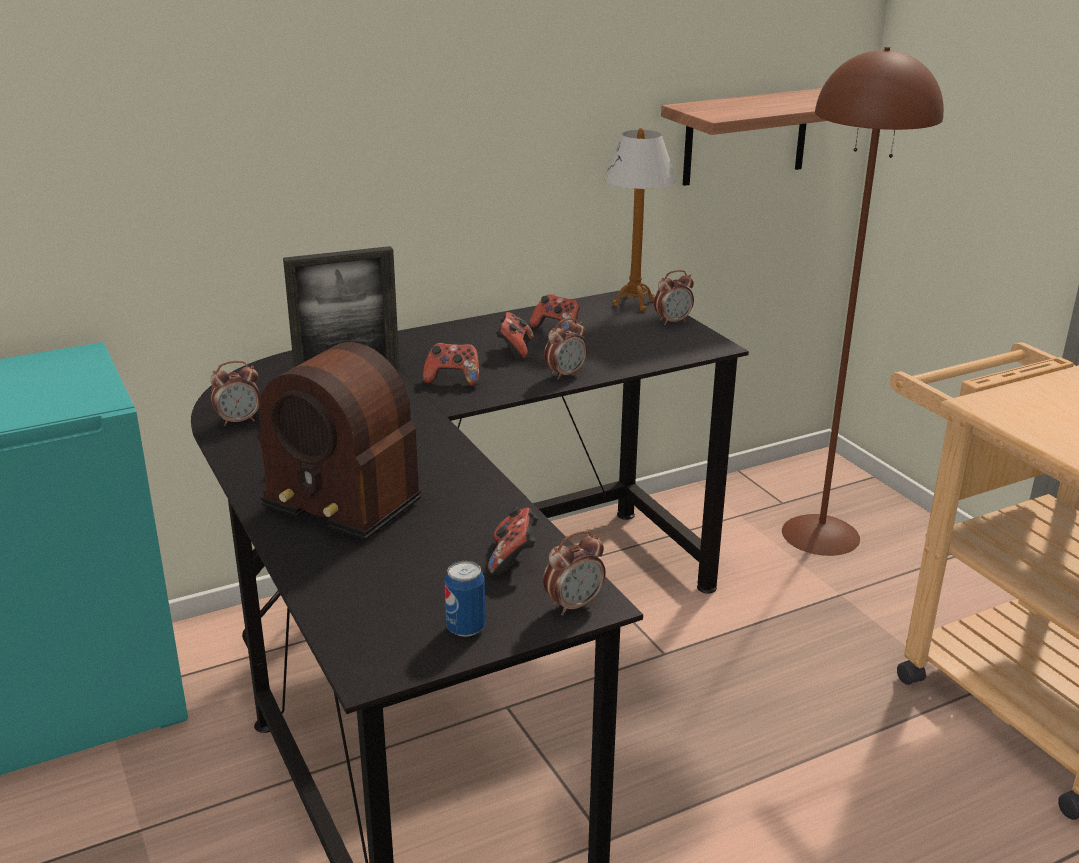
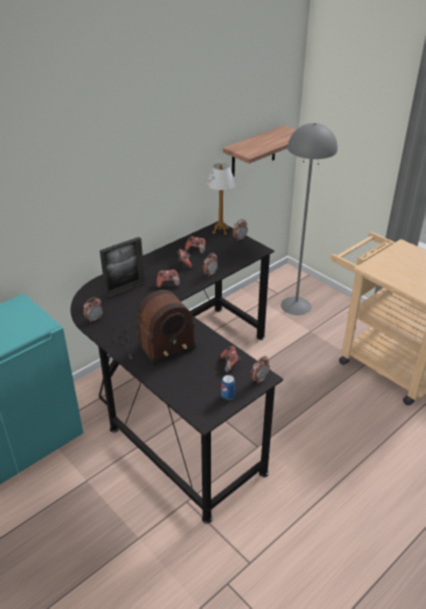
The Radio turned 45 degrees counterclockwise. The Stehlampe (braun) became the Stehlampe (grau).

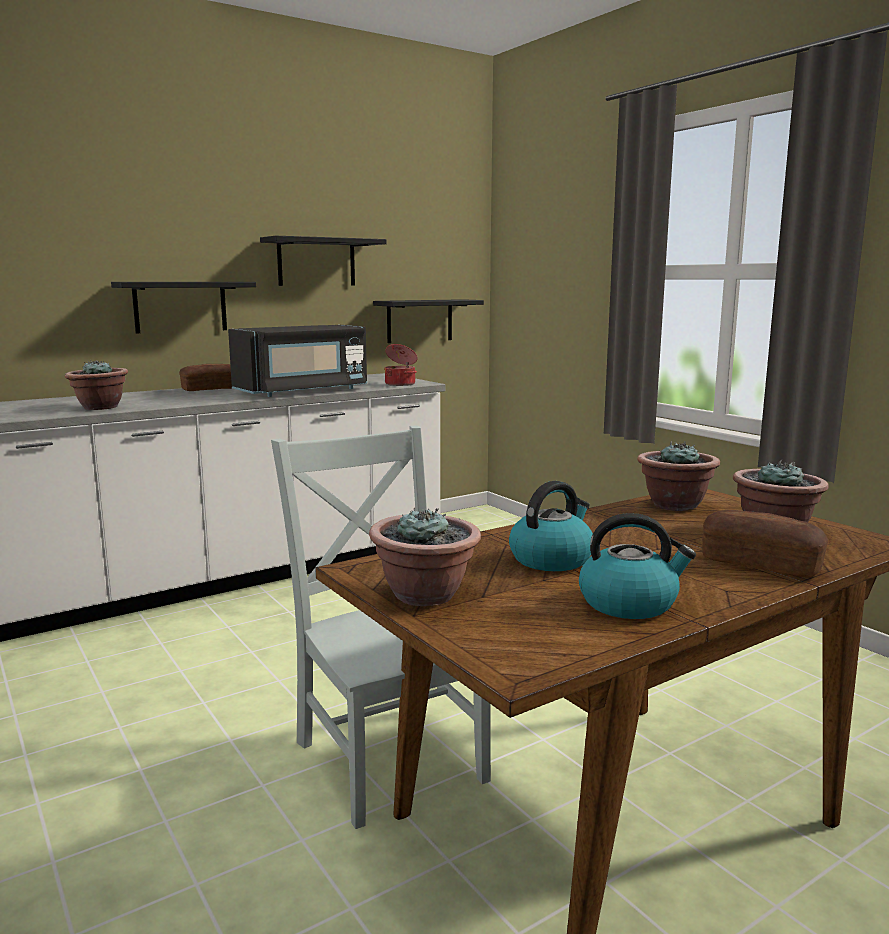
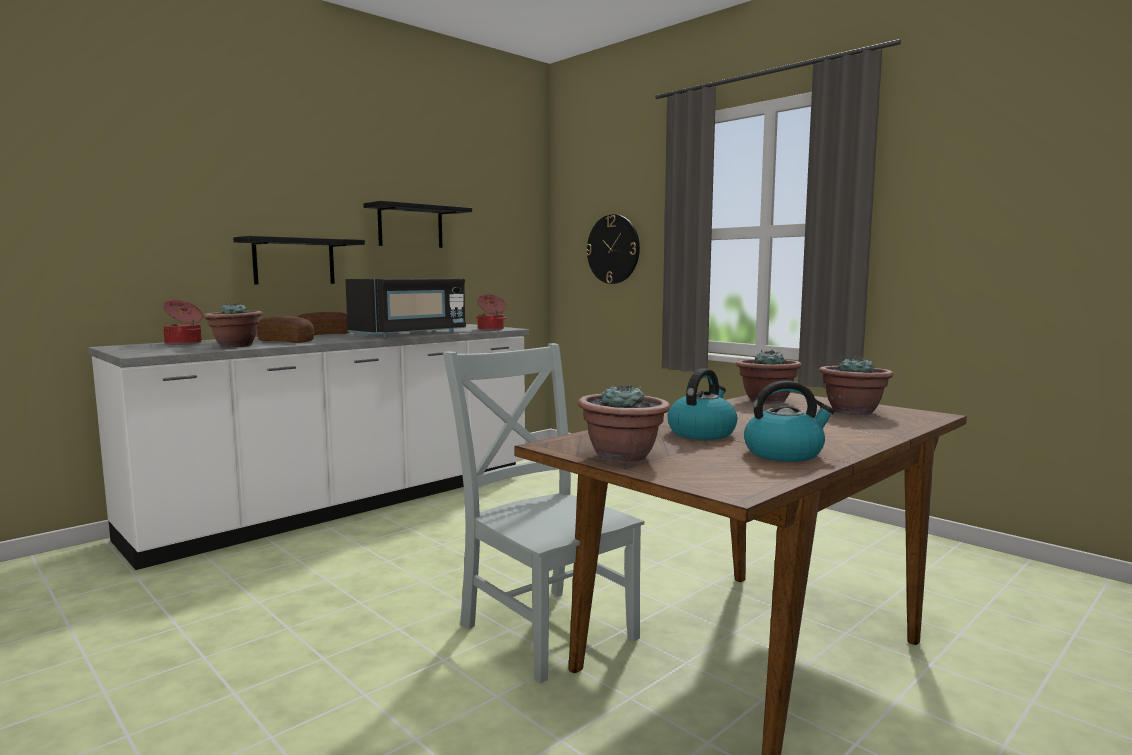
The Wandregal (schwarz) (no. 3 from left) disappeared. The Brot (no. 2 from left in the first image) moved. The Kochtopf (no. 1 from left) appeared. The Wanduhr appeared.

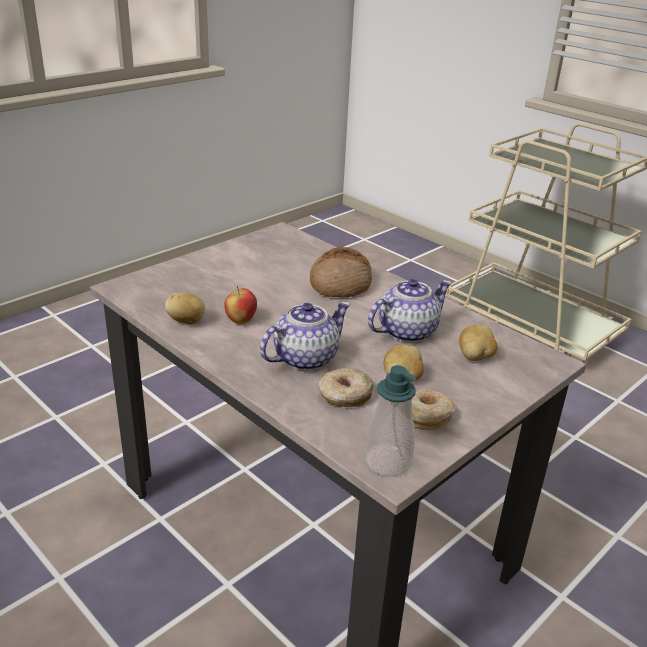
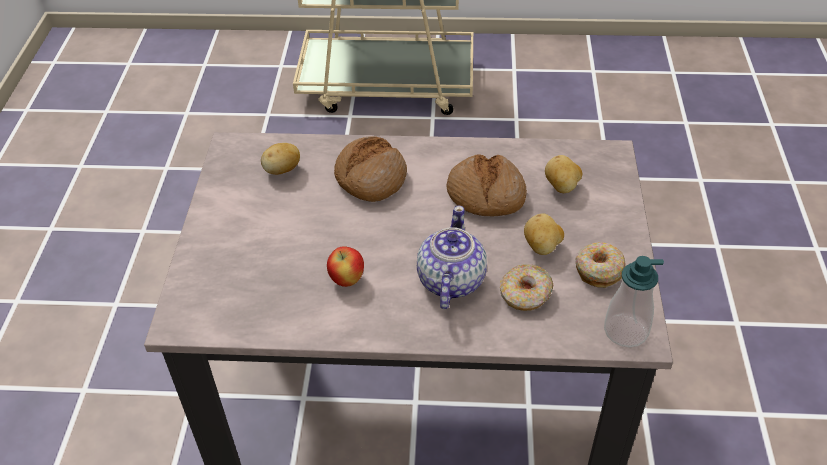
The Kartoffel (no. 1 from left) moved. The Teekanne (no. 2 from left) was replaced by the Brot (no. 2 from left).

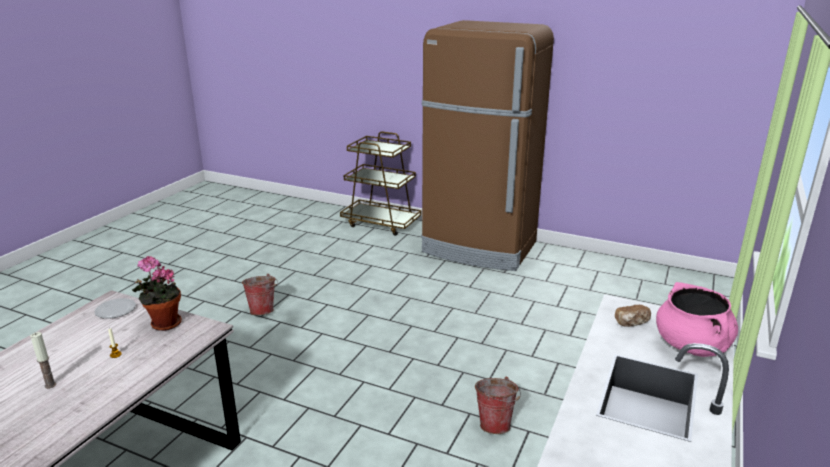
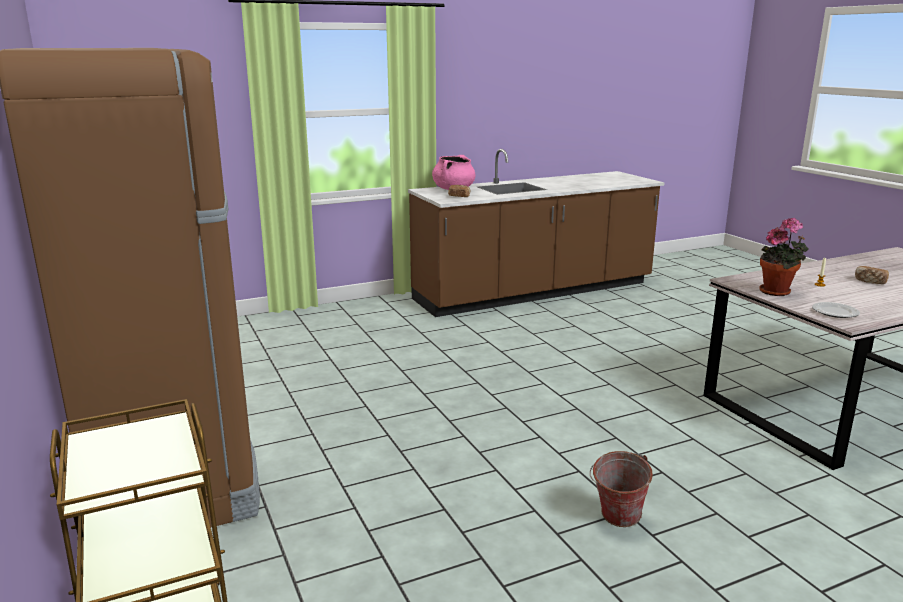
The Kerze (no. 1 from left) was replaced by the Brot (no. 2 from left). The Eimer (no. 2 from left) disappeared.

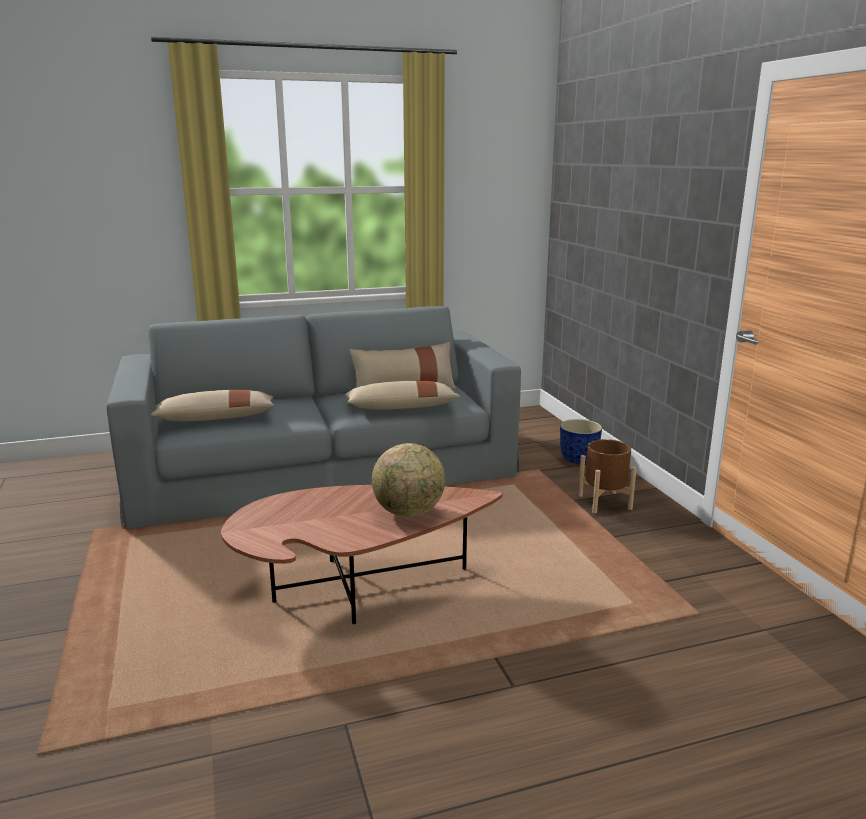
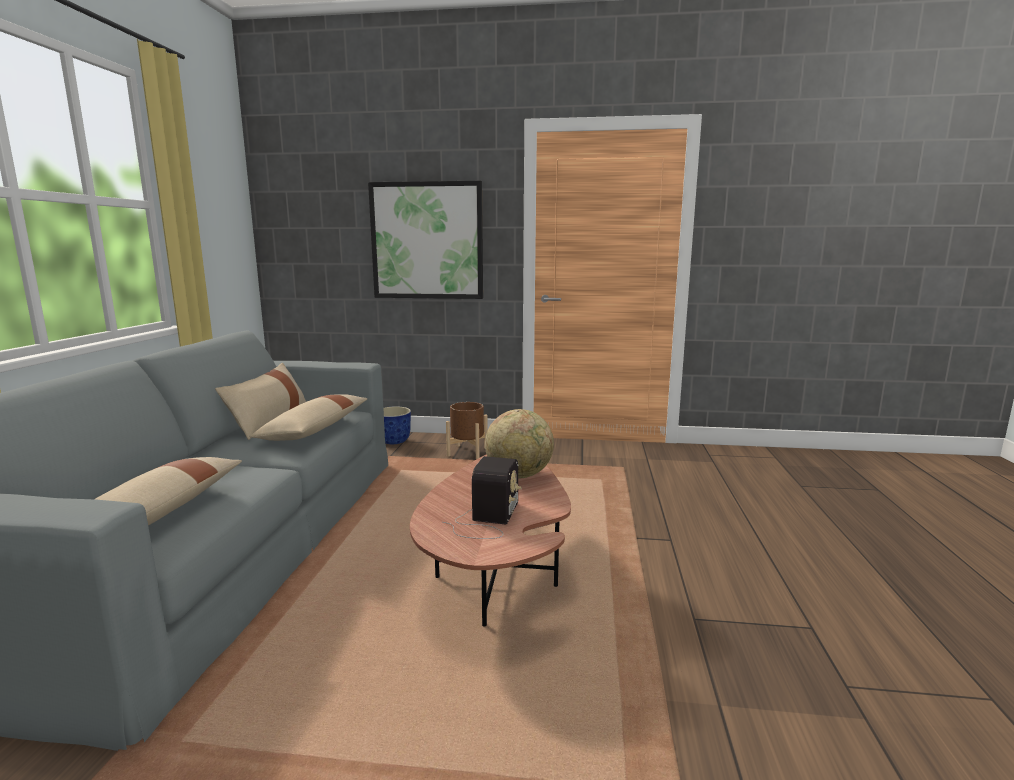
The Bild appeared. The Radio appeared.

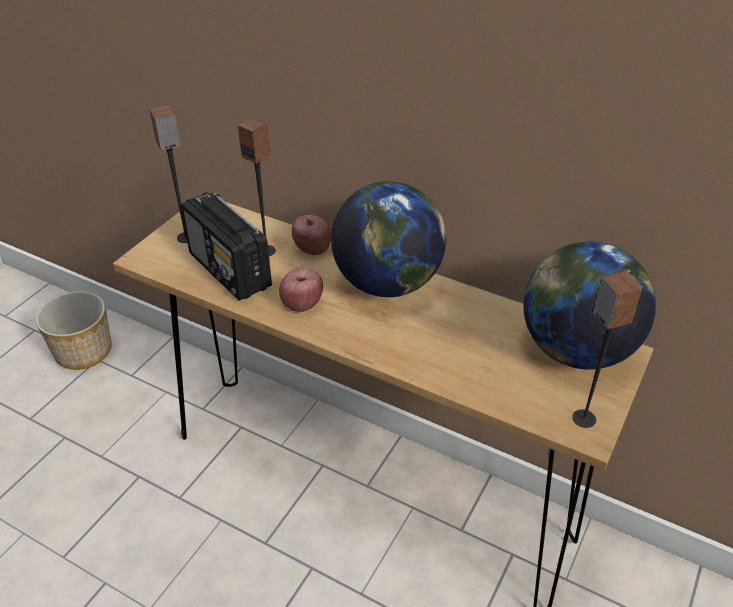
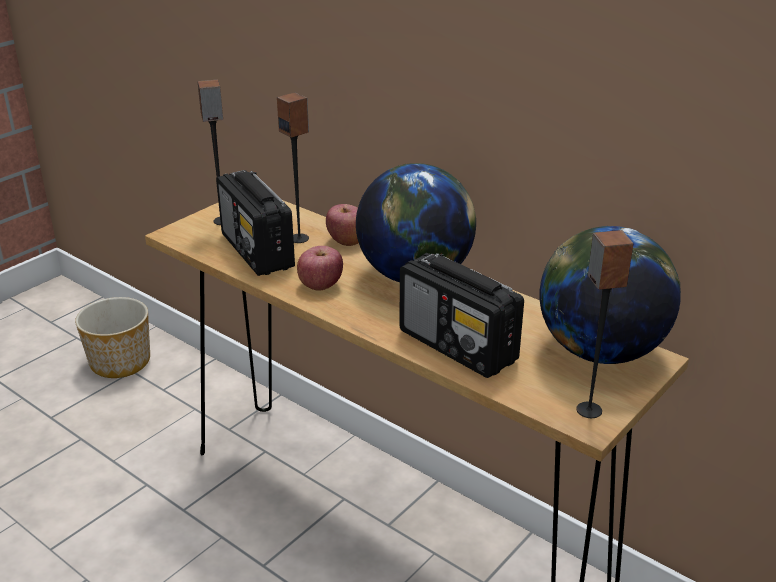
The Radio (no. 2 from left) appeared.

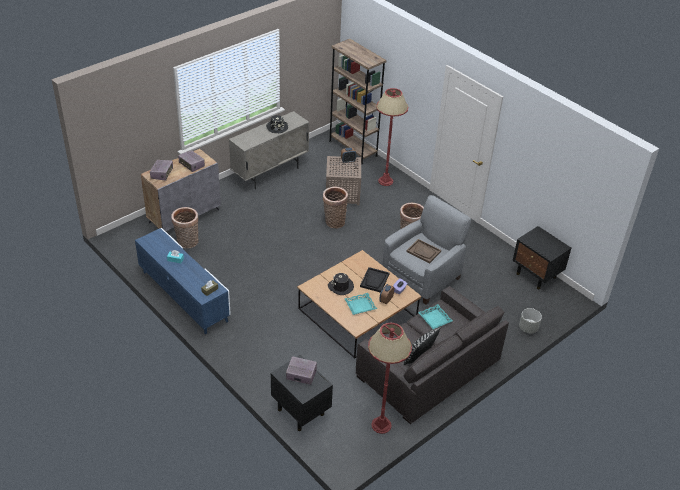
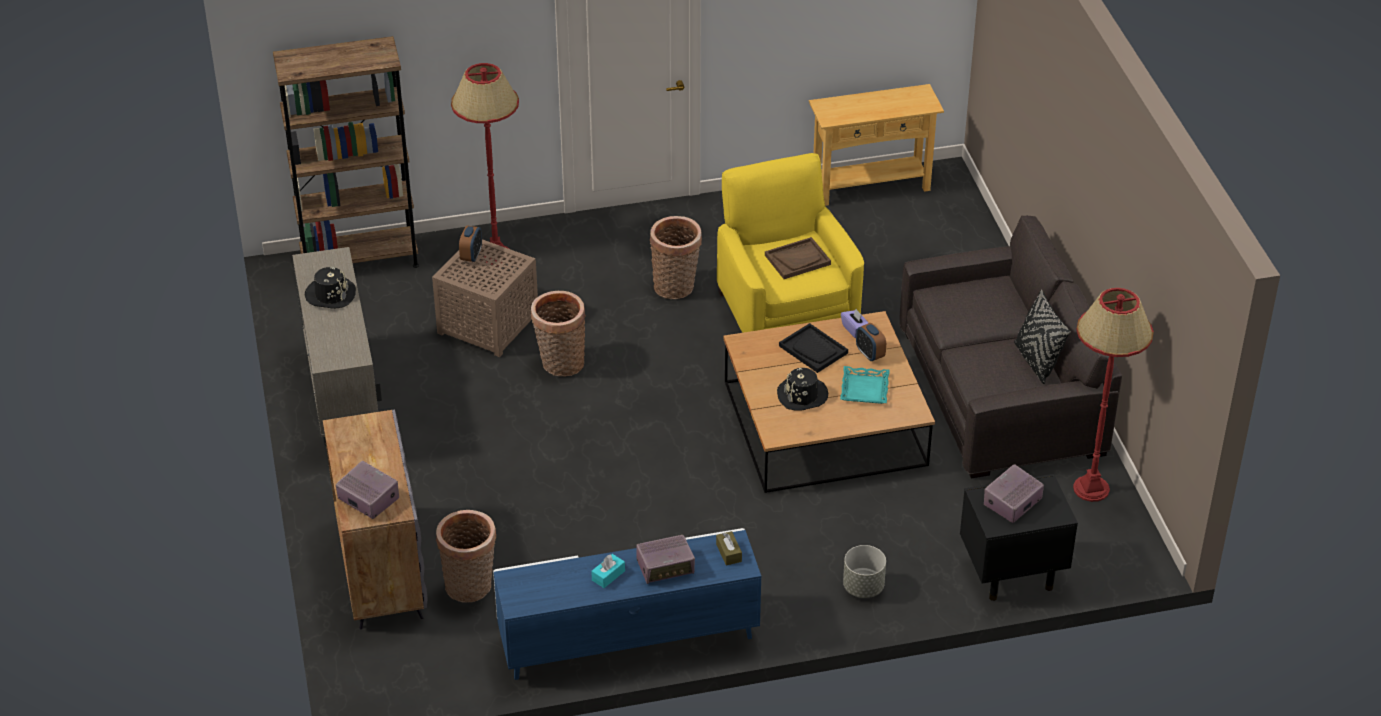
The Radio (no. 2 from left) moved. The Sessel (grau) became the Sessel (gelb). The Tablett (türkis) (no. 2 from left) disappeared. The Nachttisch (schwarz) (no. 2 from left) was replaced by the Konsolentisch (beige). The Pflanzkübel (grau) moved.

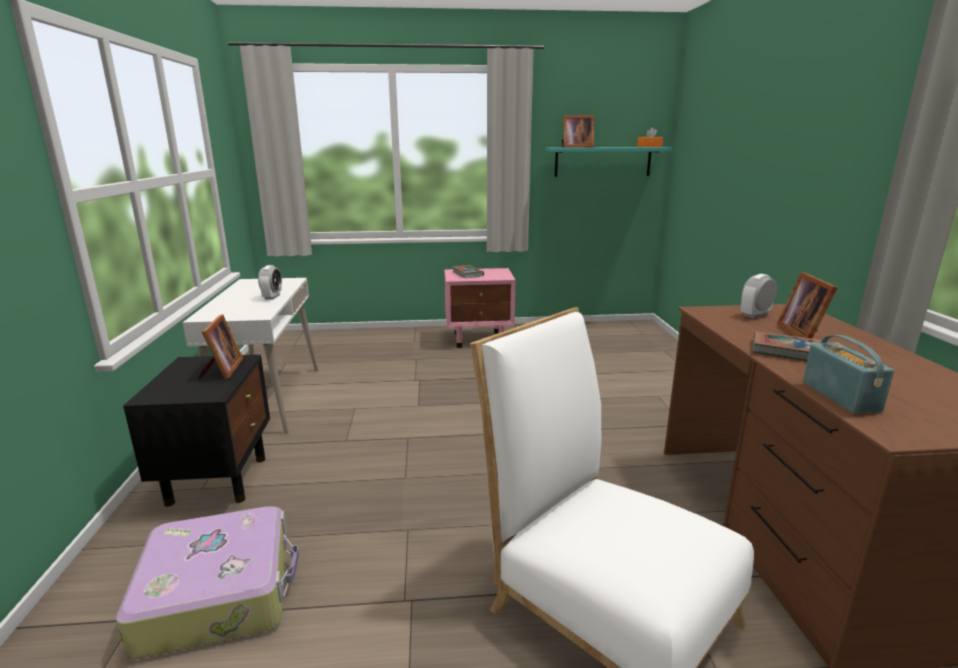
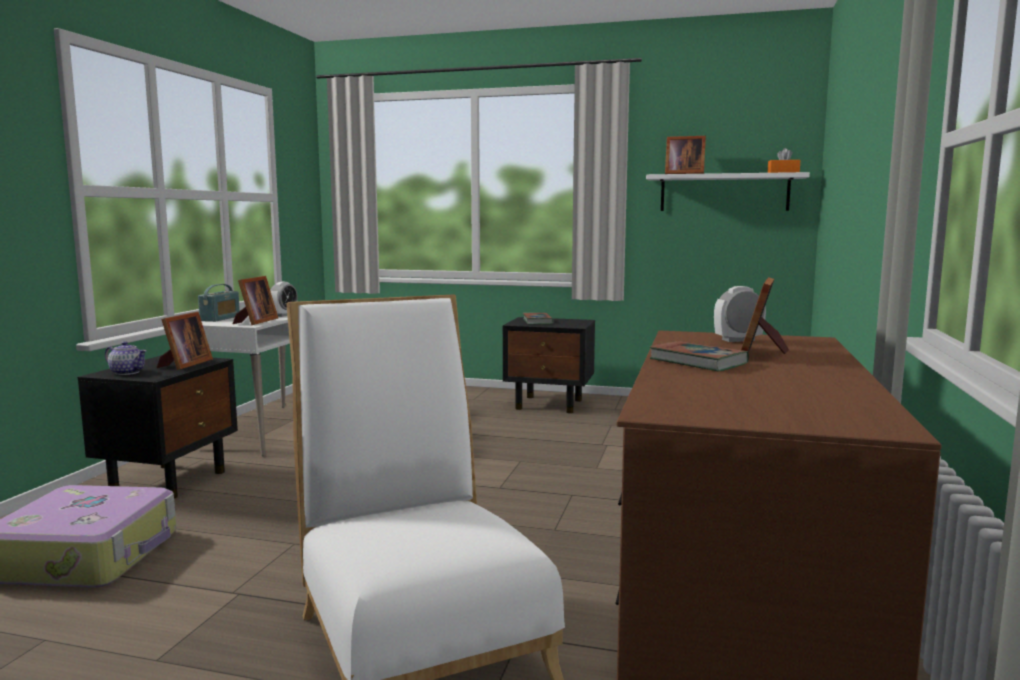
The Nachttisch (rosa) became the Nachttisch (schwarz) (no. 2 from left). The Wandregal (türkis) became the Wandregal (weiß). The Radio moved. The Teekanne appeared. The Bilderrahmen (no. 2 from left) appeared.

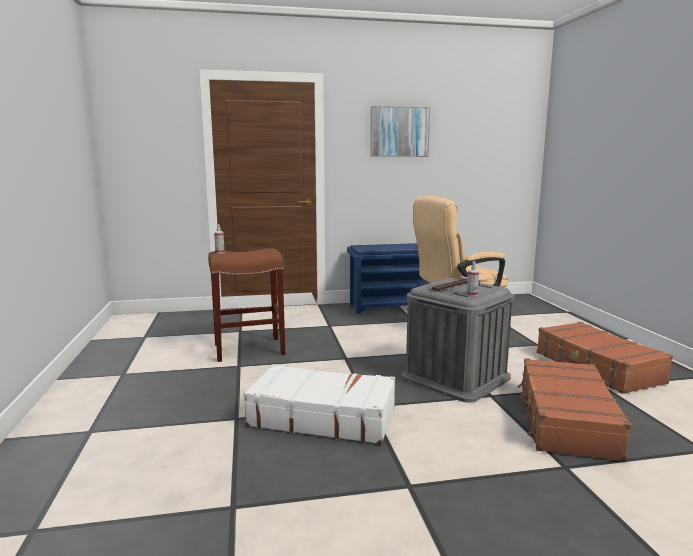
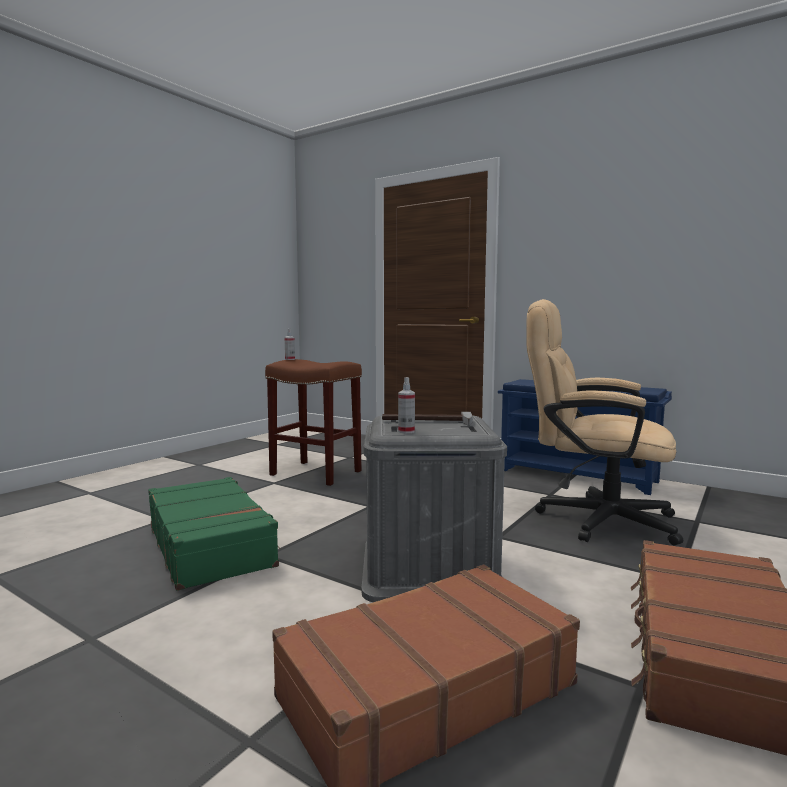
The Koffer (weiß) became the Koffer (grün). The Bild disappeared.

